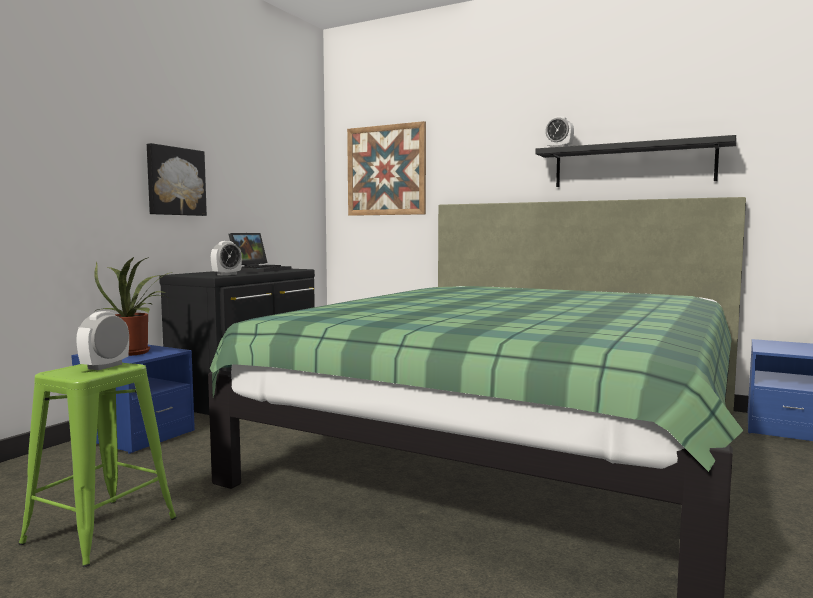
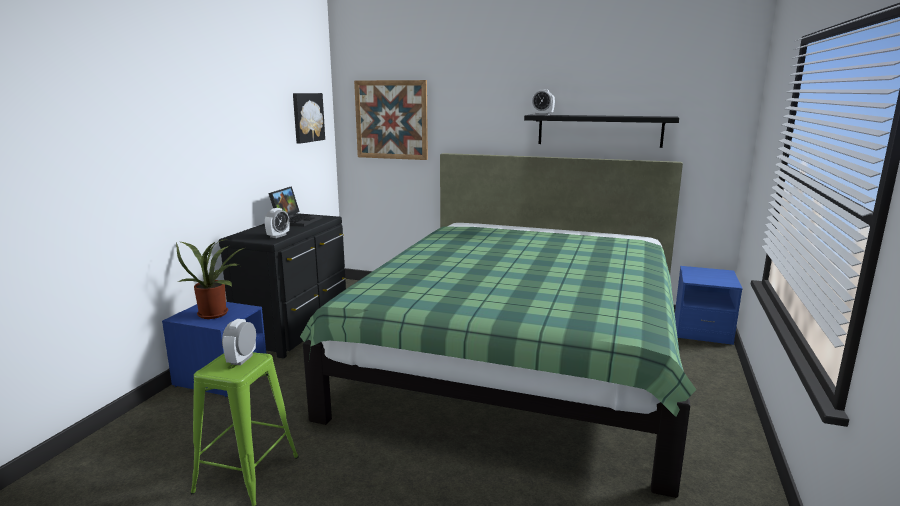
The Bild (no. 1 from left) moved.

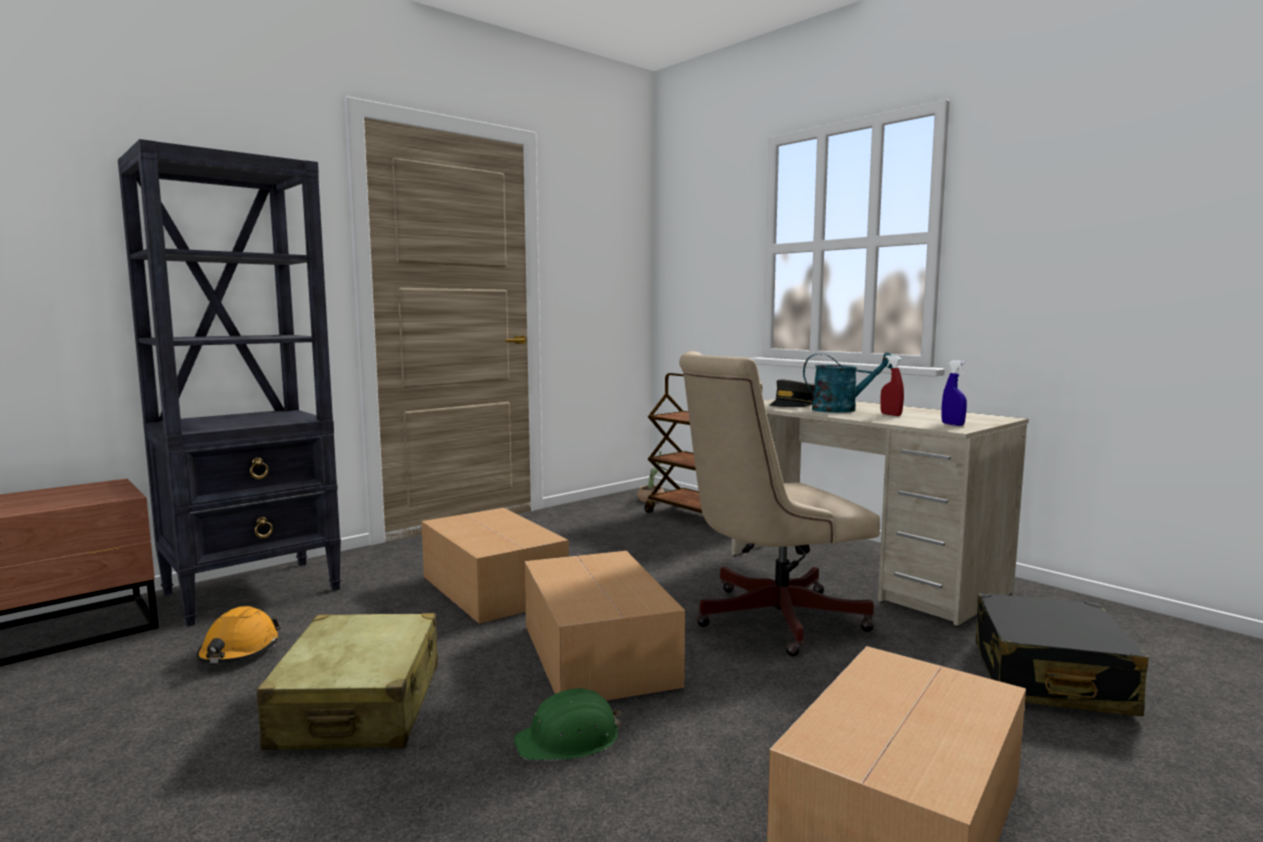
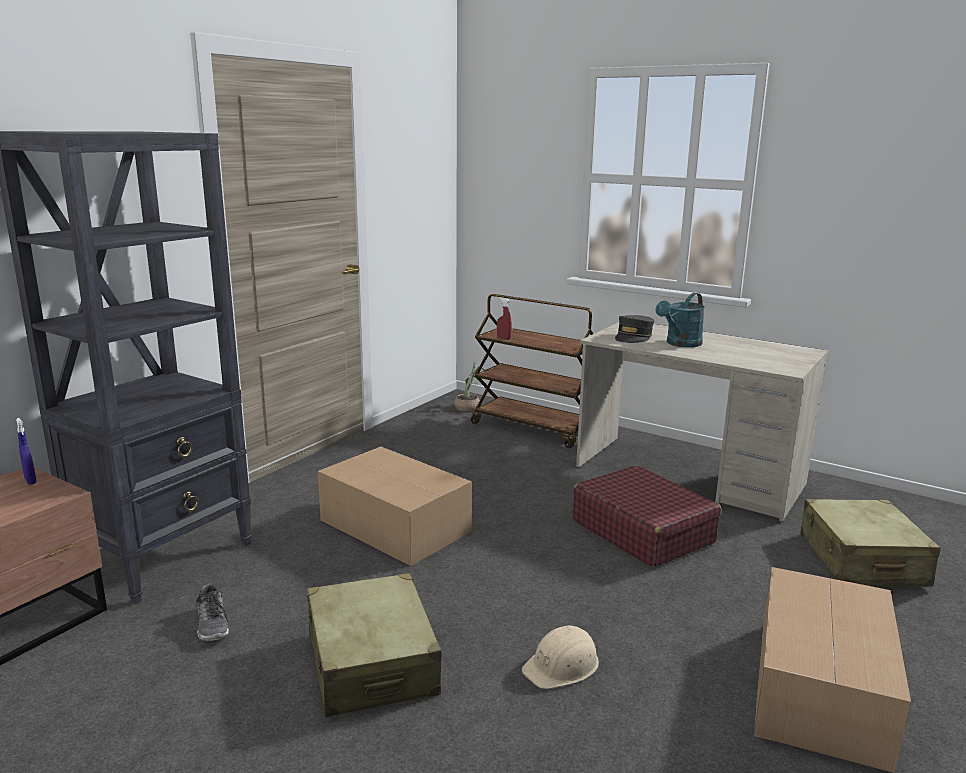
The Schutzhelm (orange) was replaced by the Schuh. The Schutzhelm (grün) became the Schutzhelm (beige). The Karton (no. 2 from left) disappeared. The Bürostuhl (beige) was replaced by the Koffer (rot). The Gießkanne (türkis) turned 150 degrees clockwise. The Sprühflasche (rot) moved. The Sprühflasche (blau) moved. The Koffer (schwarz) became the Koffer (beige) (no. 2 from left).

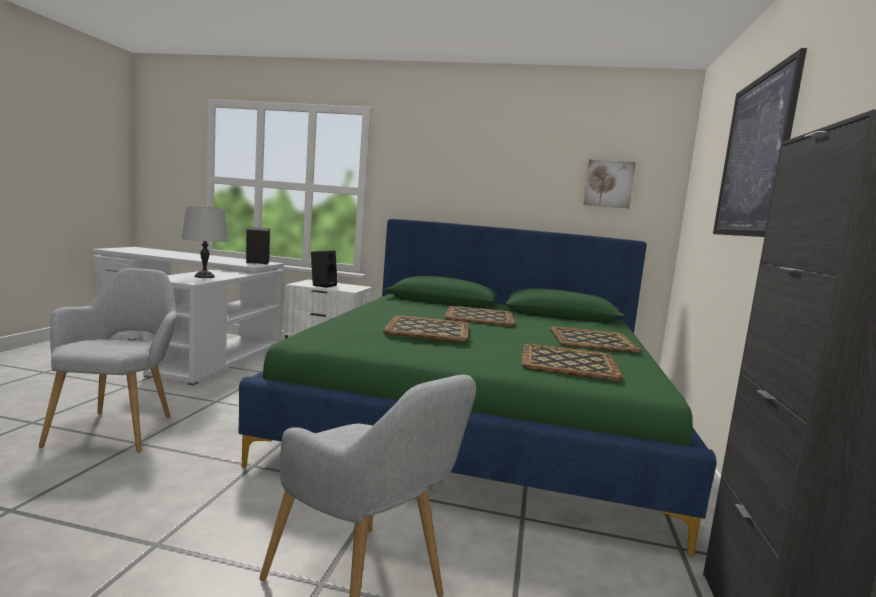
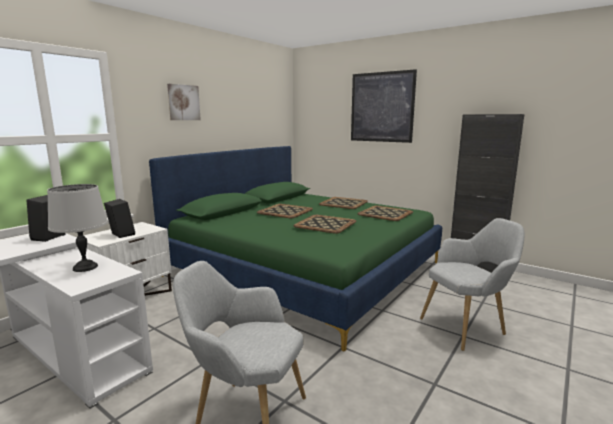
The Bild (no. 1 from left) moved.

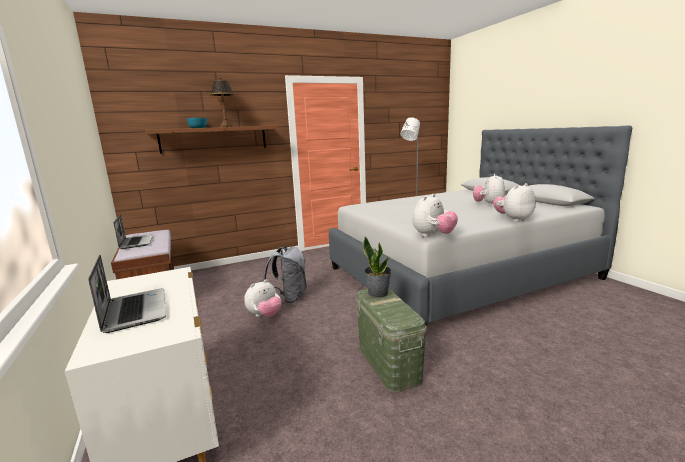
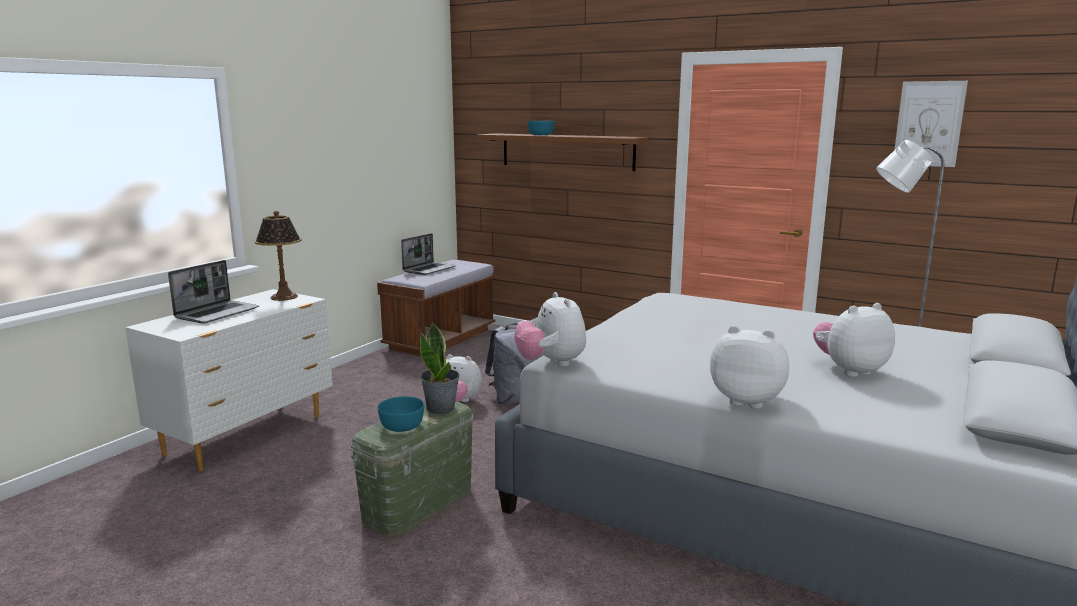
The Tischlampe moved. The Plüschtier (no. 2 from left) turned 60 degrees clockwise. The Schüssel (türkis) (no. 1 from left) appeared. The Bild appeared.

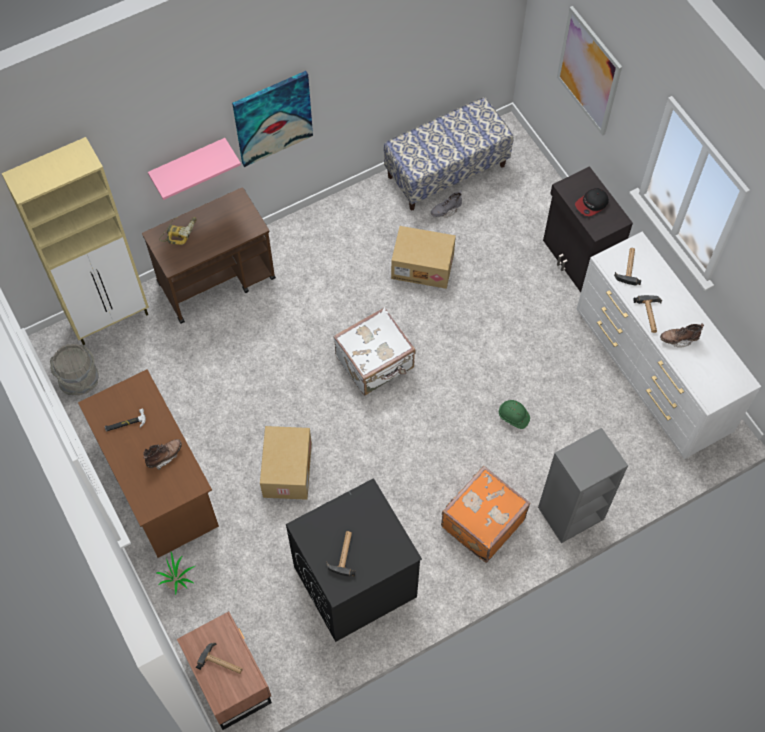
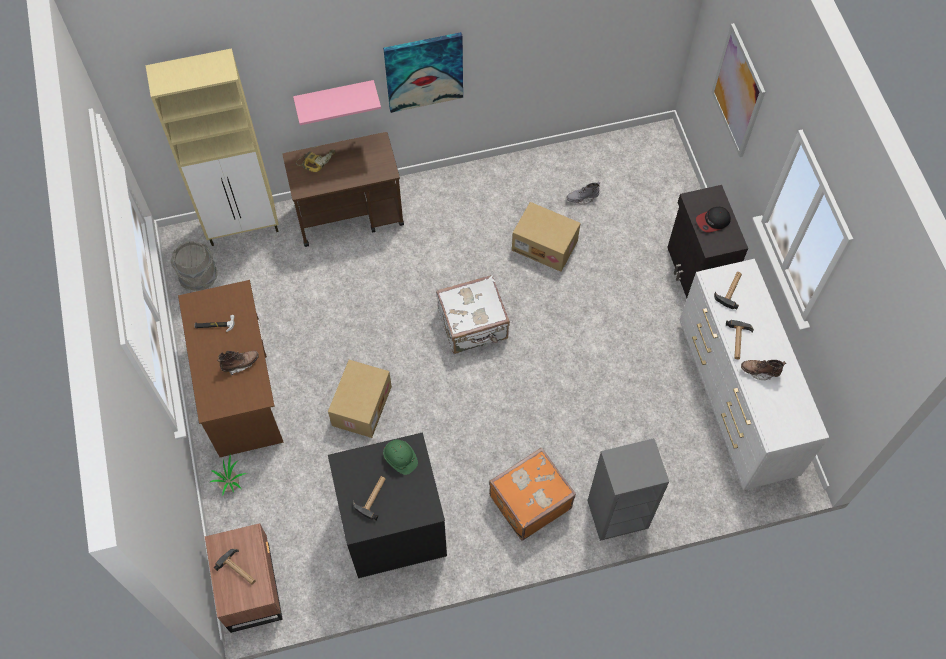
The Bank disappeared. The Schutzhelm (grün) moved.

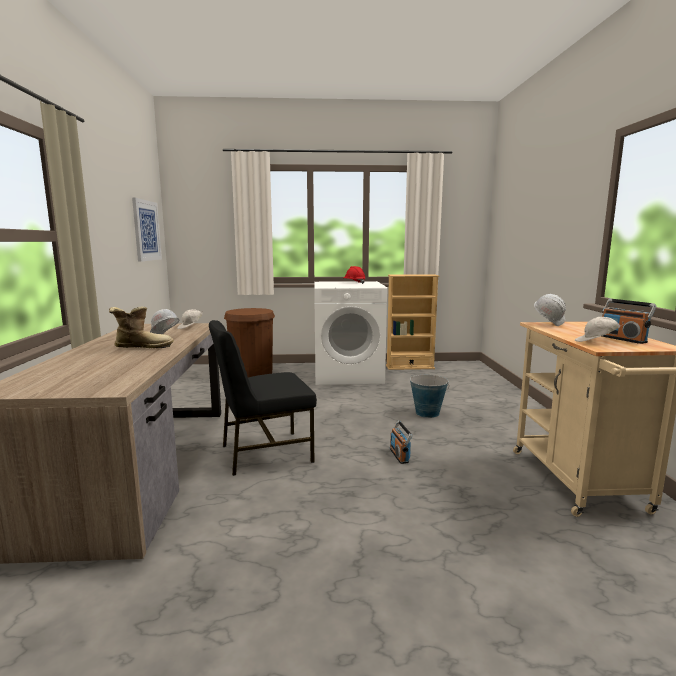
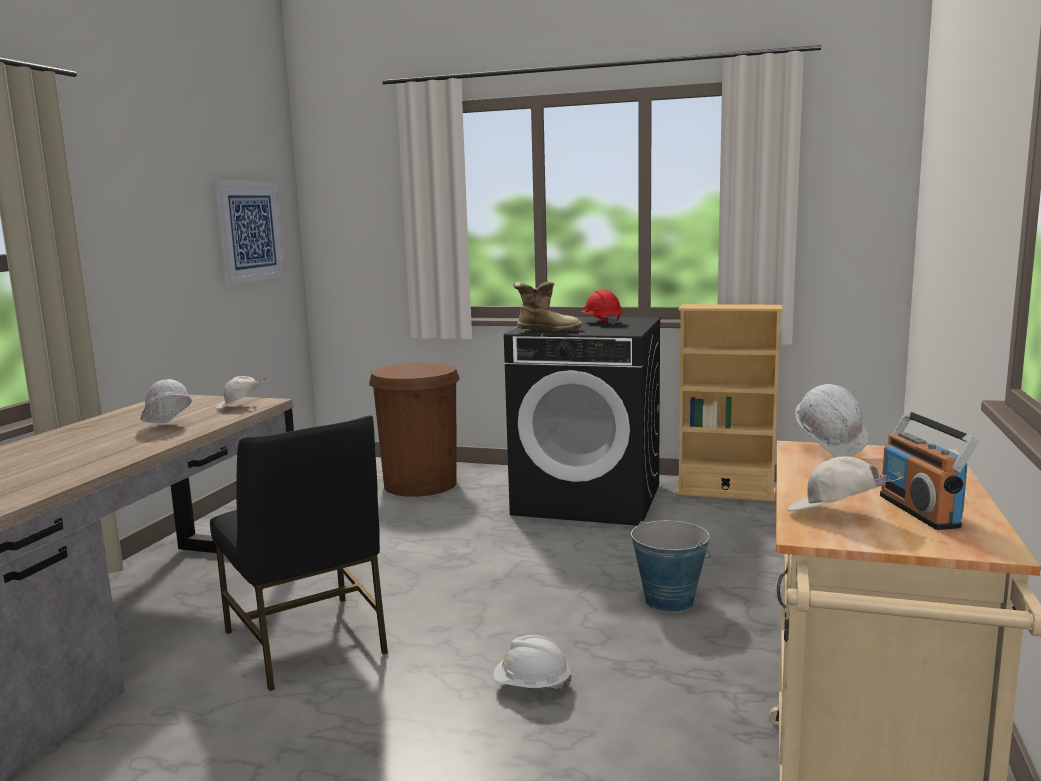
The Stiefel moved. The Stuhl (schwarz) turned 120 degrees counterclockwise. The Waschmaschine (weiß) became the Waschmaschine (schwarz). The Radio (no. 1 from left) was replaced by the Schutzhelm (weiß) (no. 2 from left).

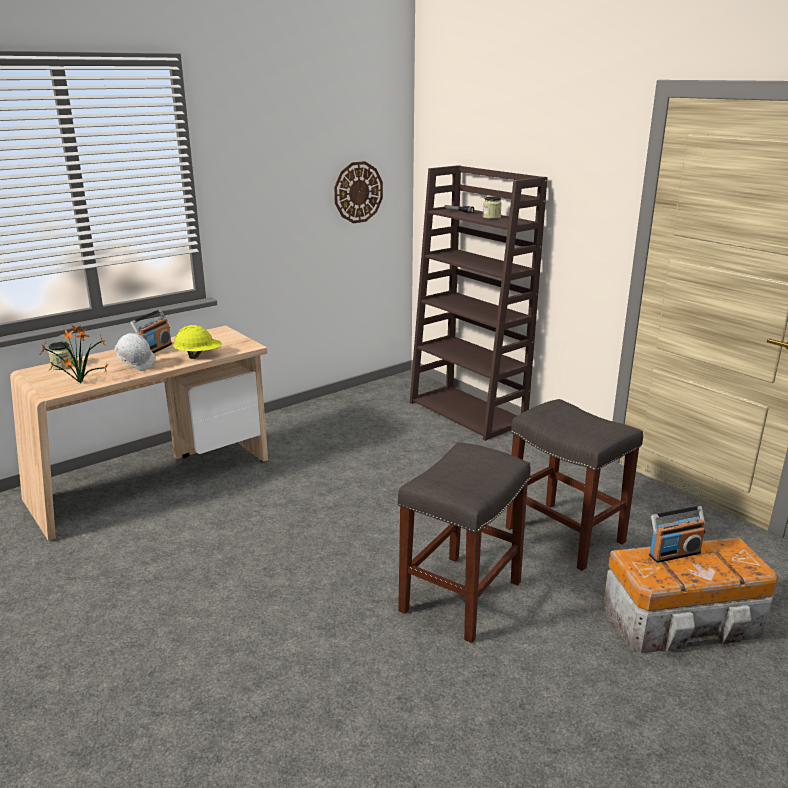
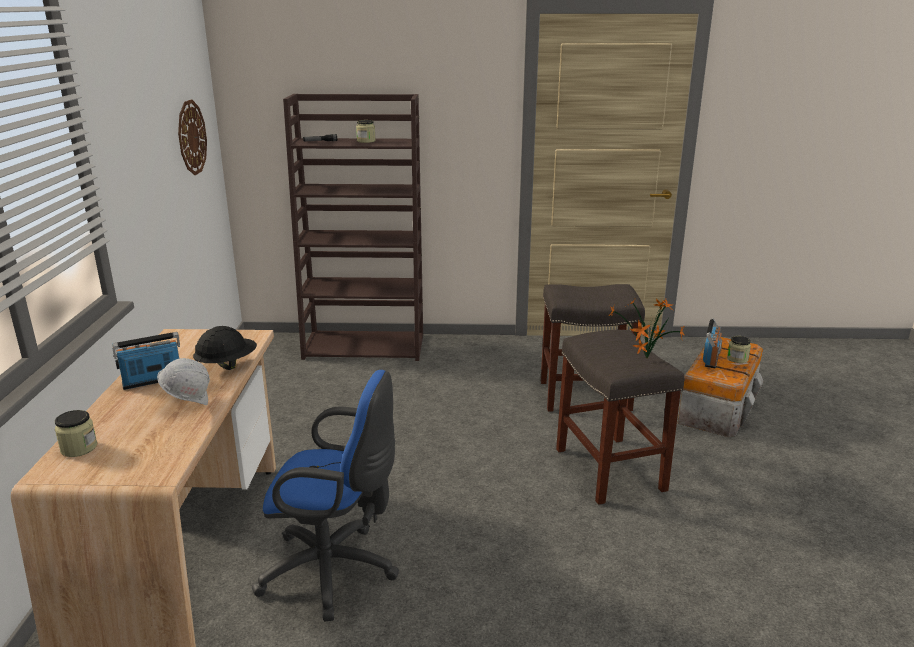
The Topfpflanze moved. The Radio (no. 1 from left) turned 90 degrees counterclockwise. The Schutzhelm (gelb) became the Schutzhelm (schwarz). The Bürostuhl (blau) appeared. The Vorratsglas (no. 3 from left) appeared.

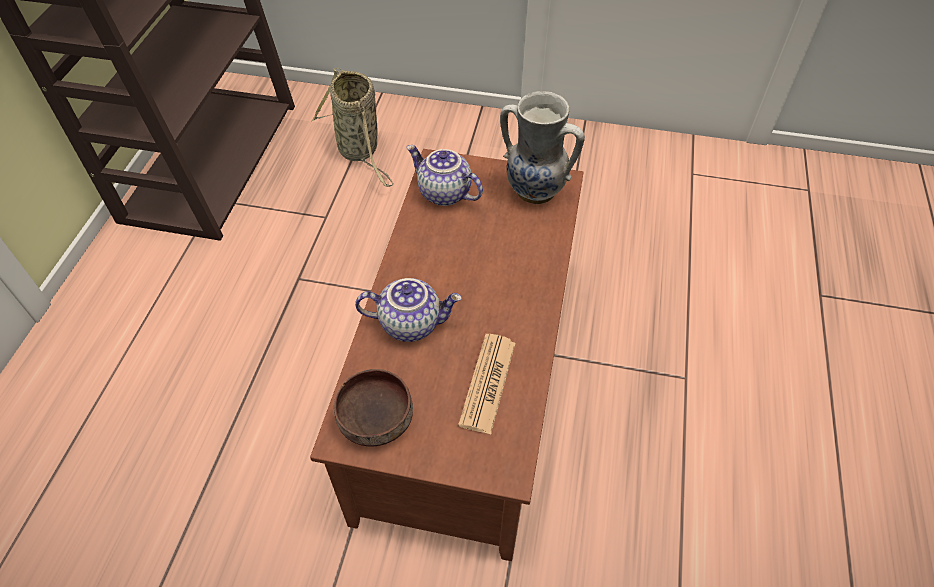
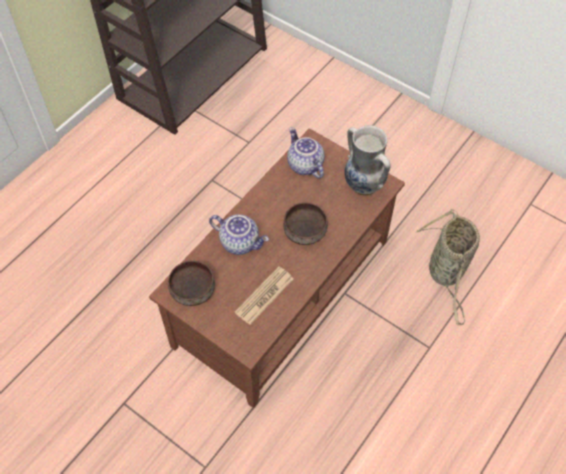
The Korb moved. The Schüssel (braun) (no. 2 from left) appeared.

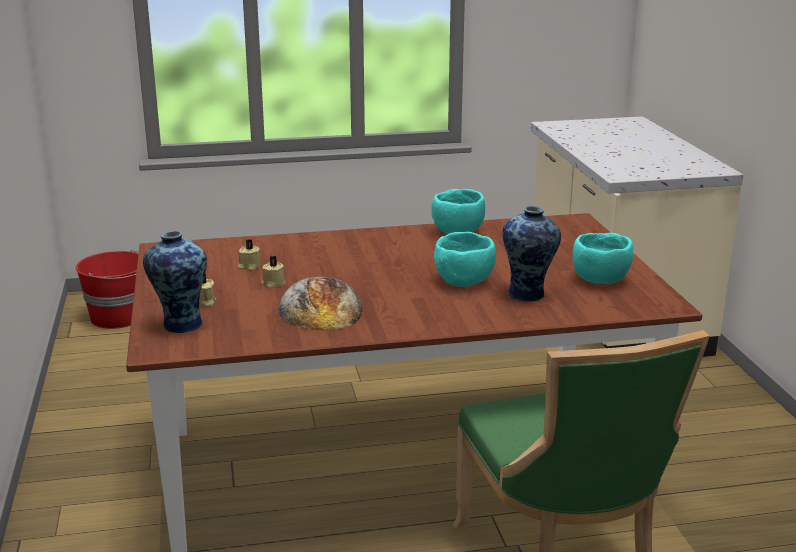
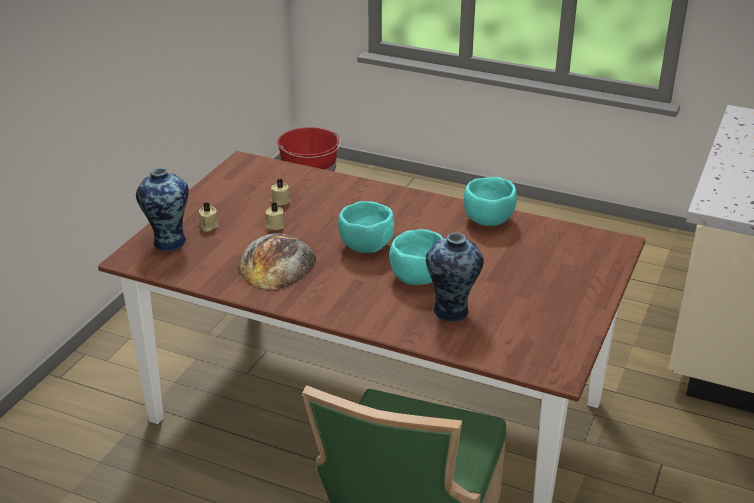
The Schüssel (türkis) (no. 3 from left in the first image) moved.

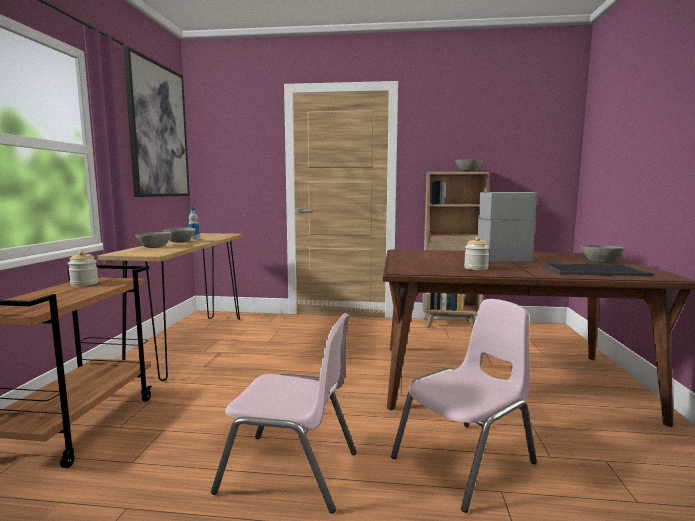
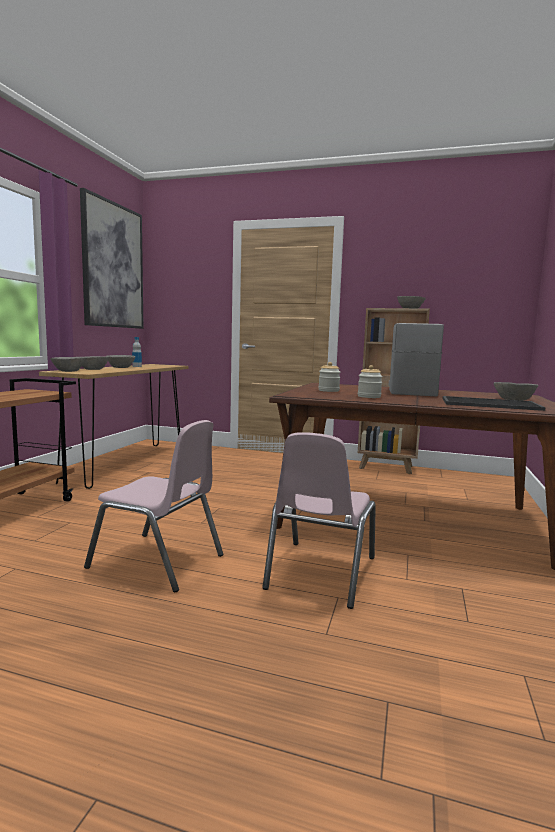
The Vorratsglas (no. 1 from left) moved. The Stuhl (rosa) (no. 2 from left) turned 135 degrees clockwise. The Schüssel (grau) (no. 1 from left) appeared.

